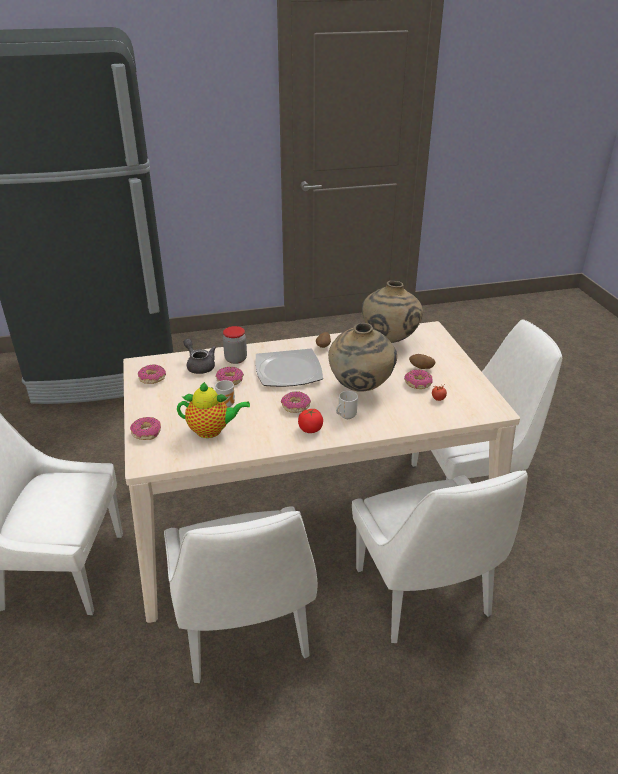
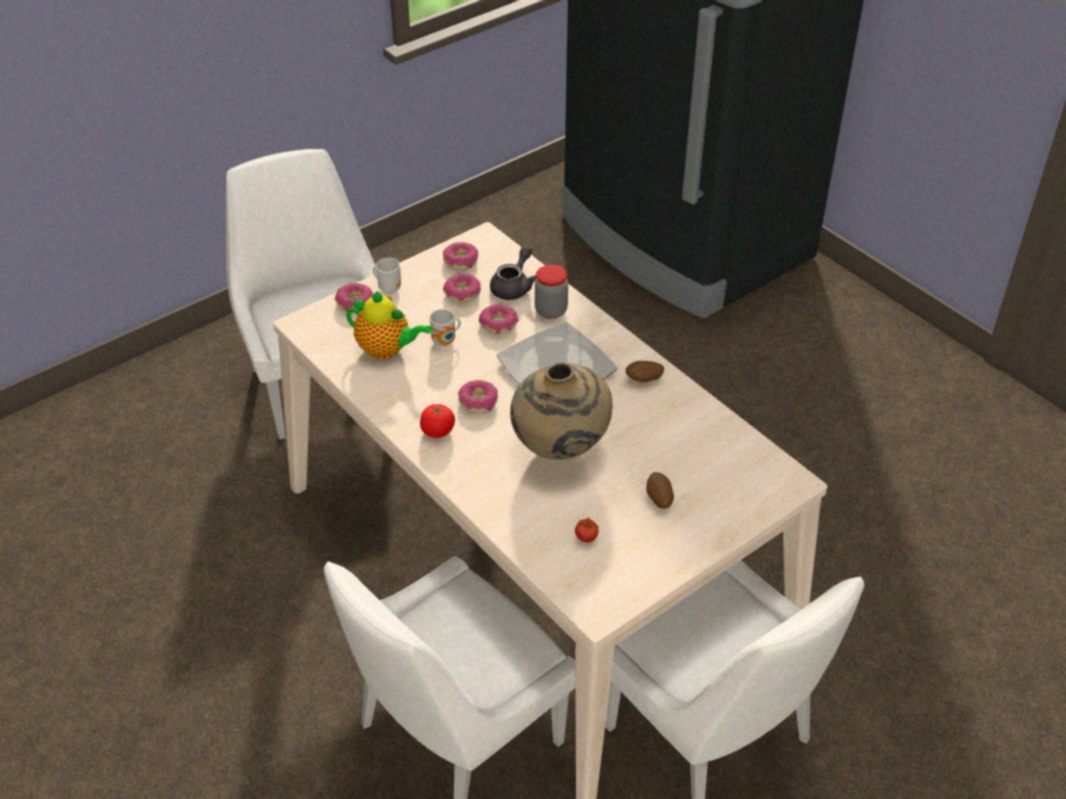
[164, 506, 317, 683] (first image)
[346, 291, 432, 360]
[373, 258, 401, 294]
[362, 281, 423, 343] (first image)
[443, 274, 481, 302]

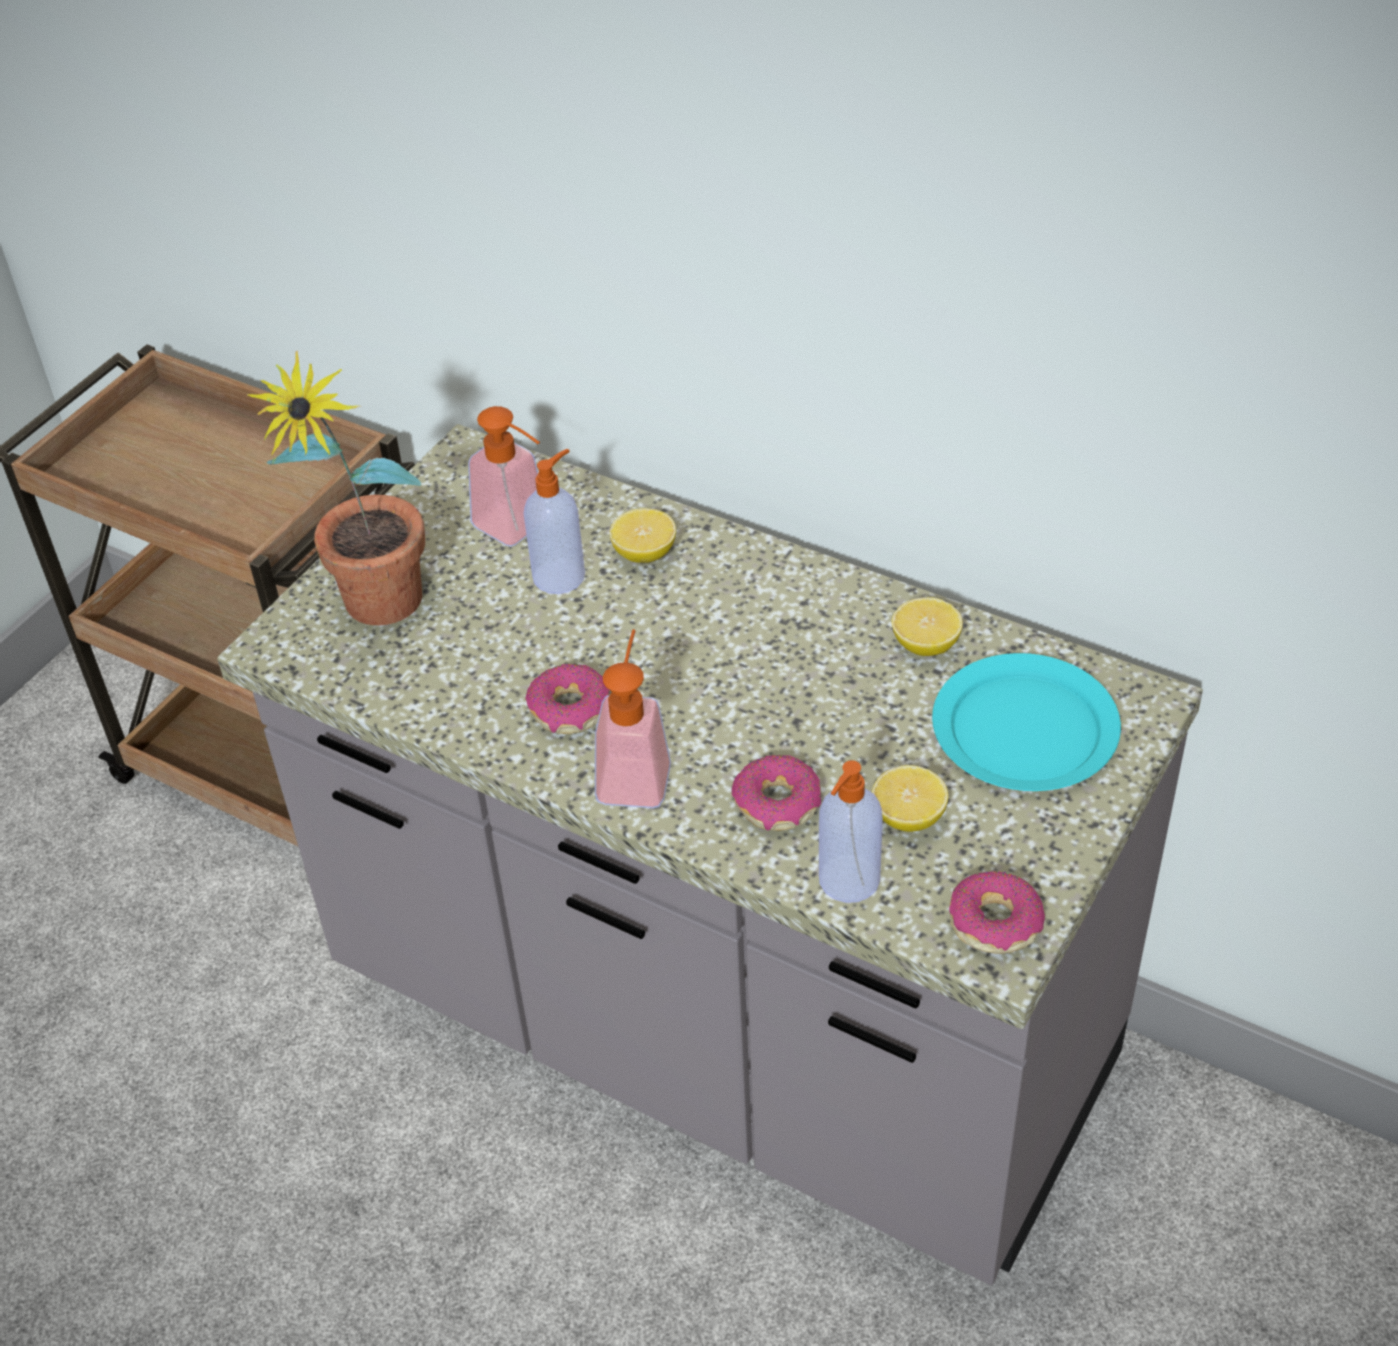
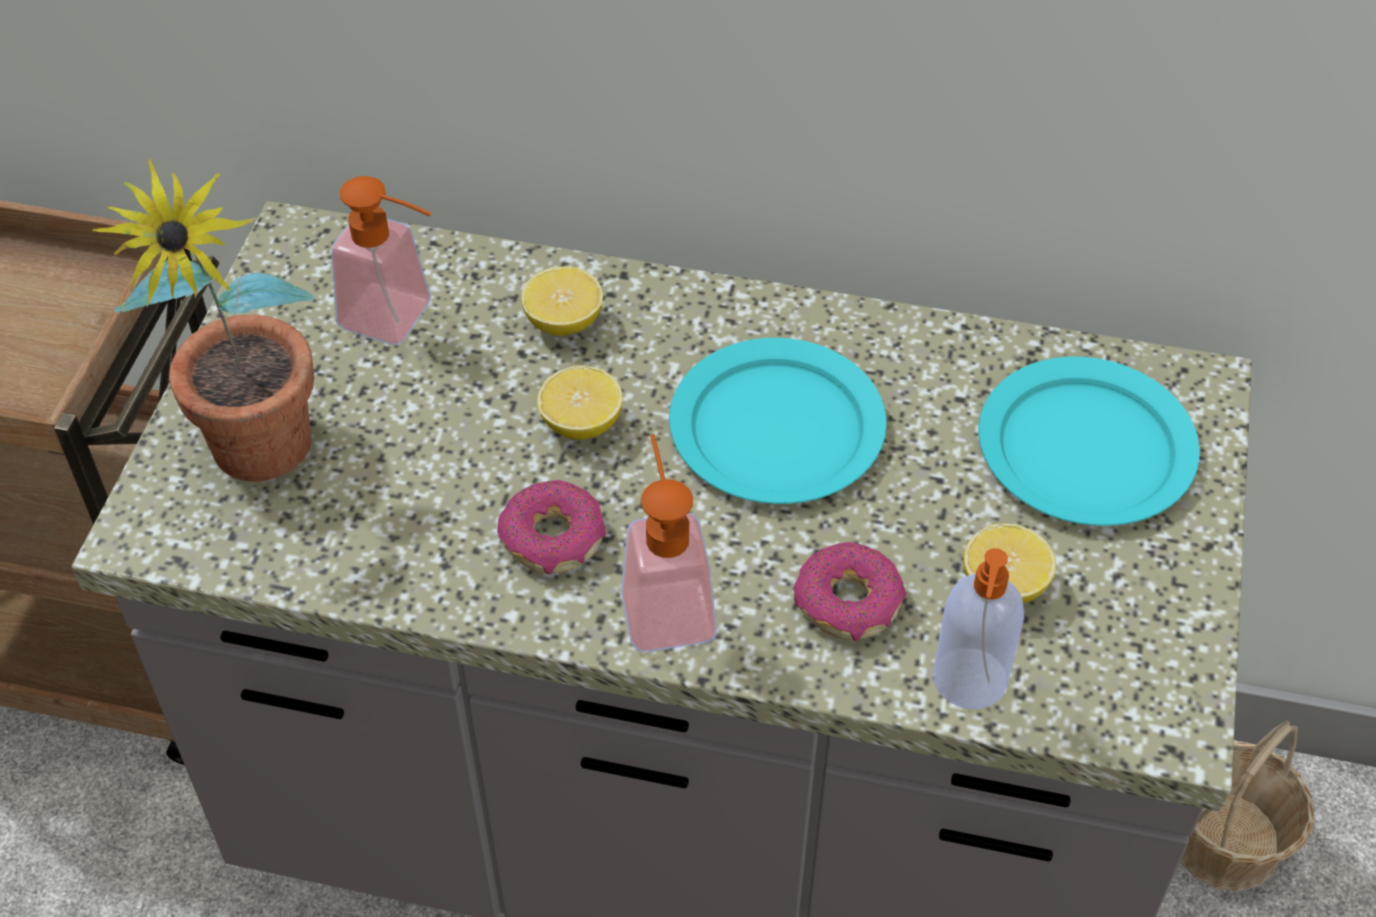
[523, 449, 585, 594] (first image)
[537, 365, 623, 440]
[949, 871, 1045, 954] (first image)
[669, 338, 887, 504]
[1180, 720, 1314, 892]

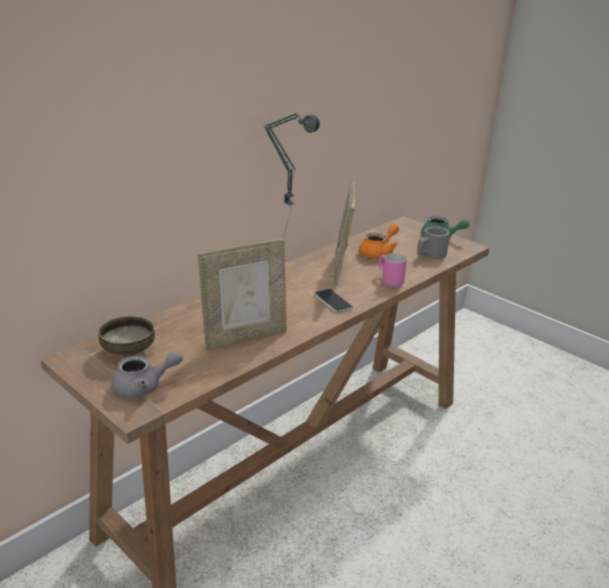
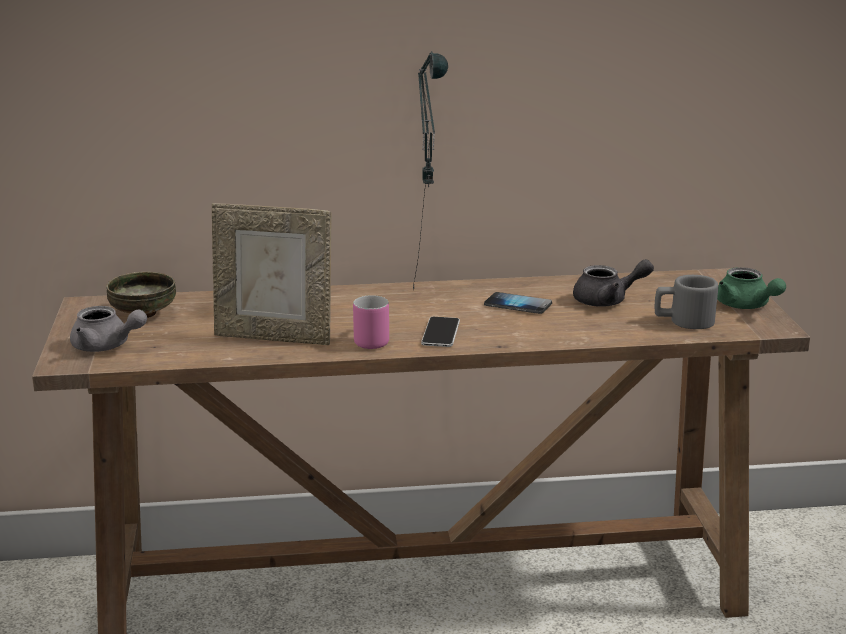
[484, 292, 552, 314]
[573, 259, 654, 307]
[353, 295, 389, 349]

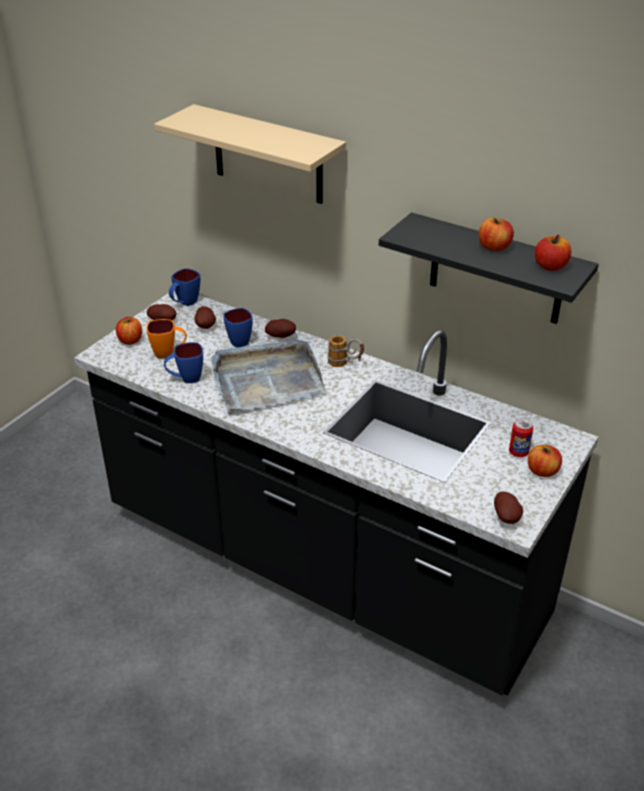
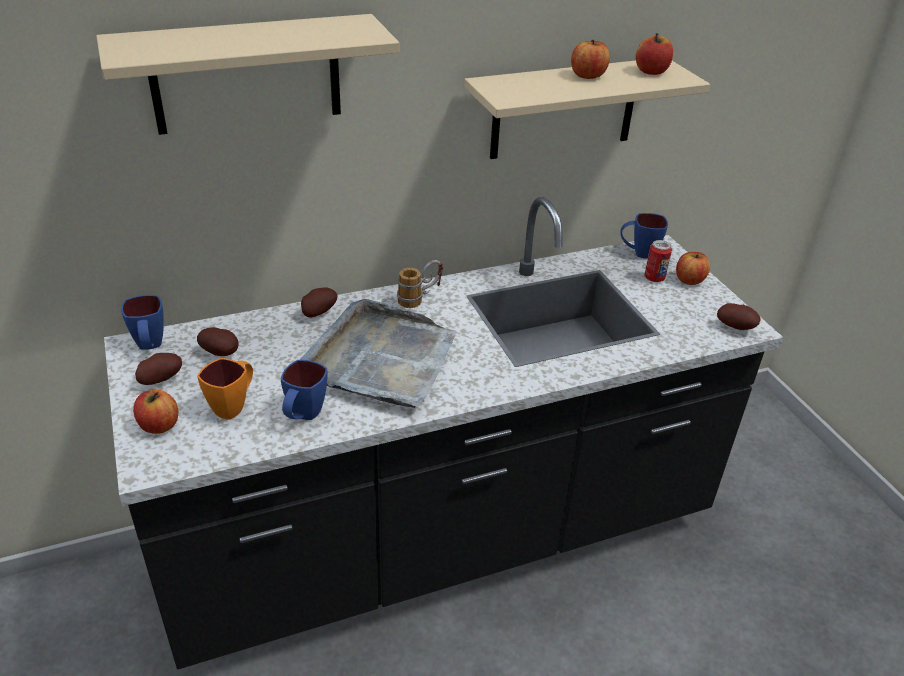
[620, 213, 668, 259]
[464, 61, 710, 159]

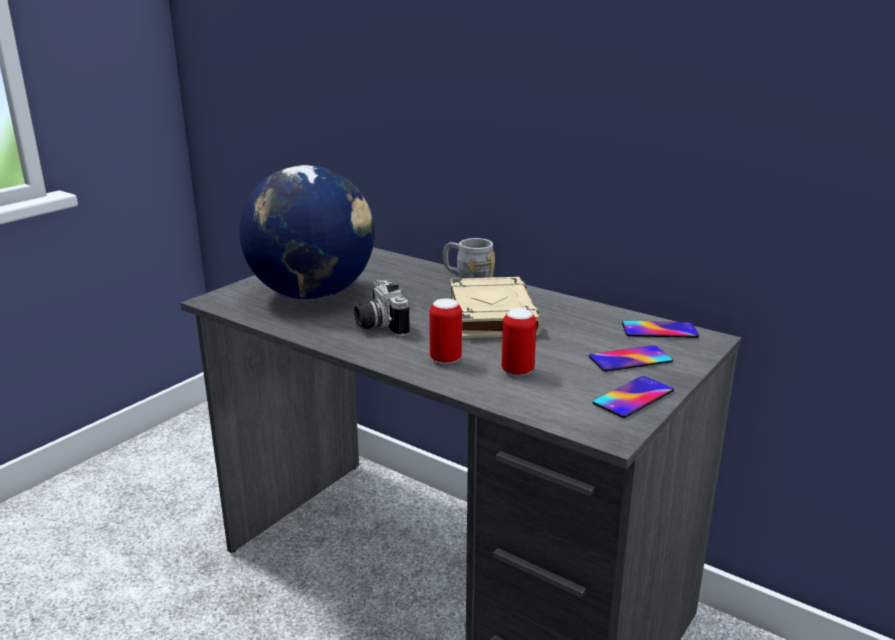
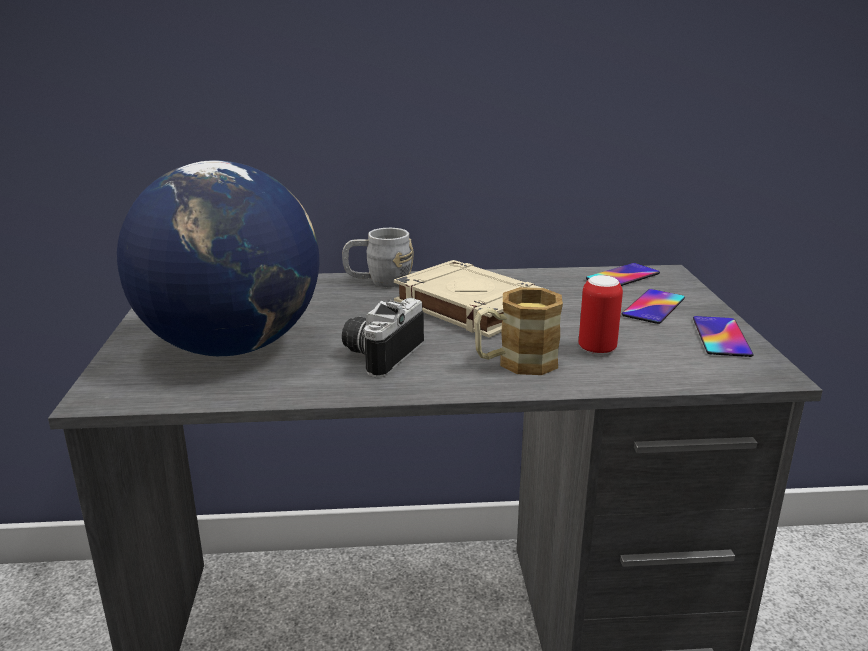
[342, 298, 424, 378]
[474, 287, 563, 375]

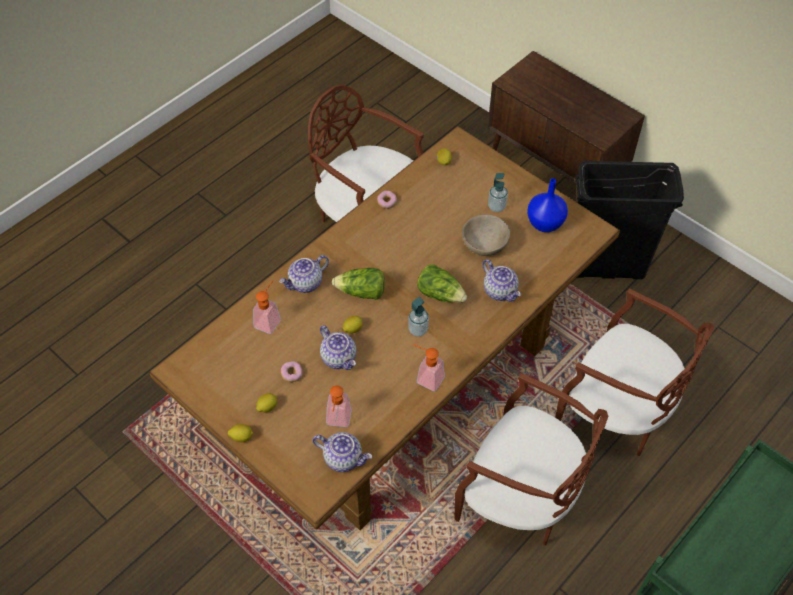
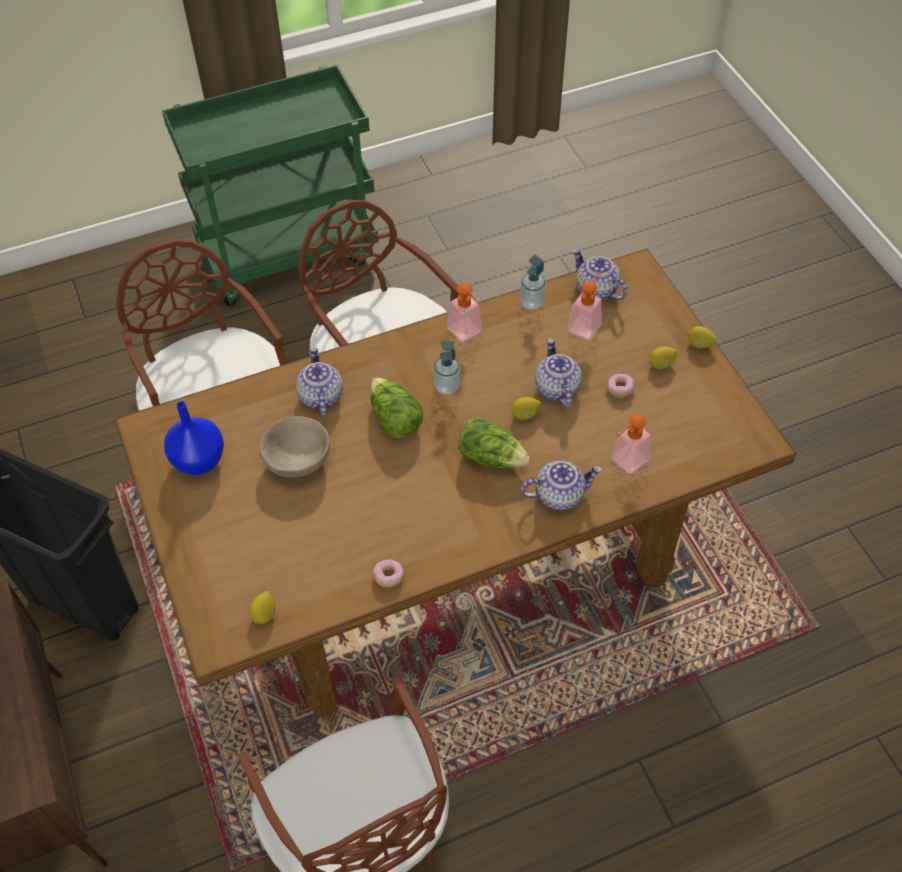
[520, 255, 546, 310]

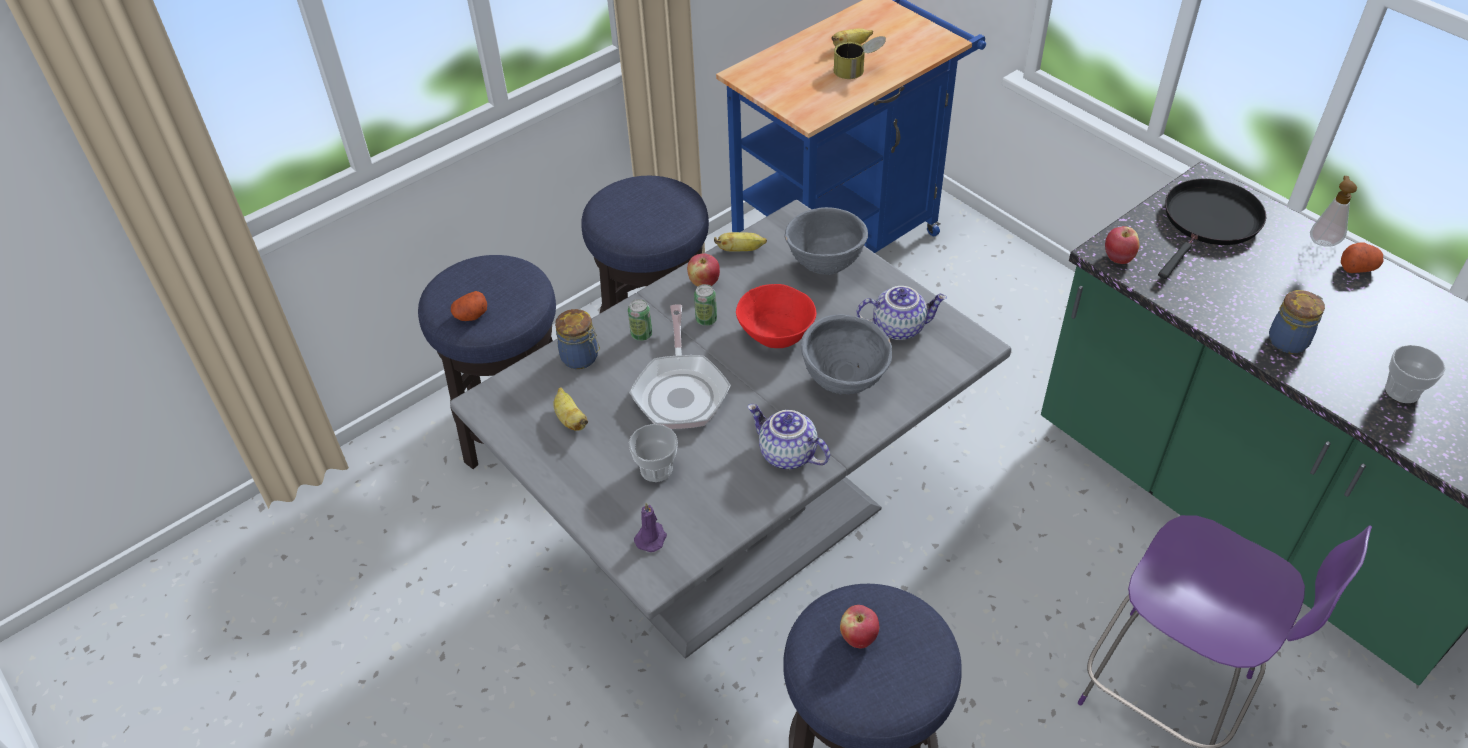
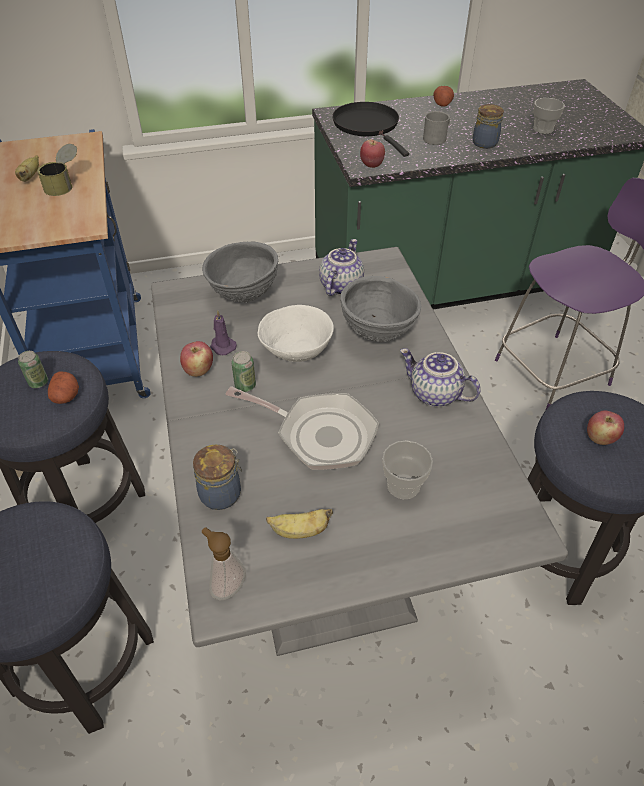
[48, 371, 79, 404]
[18, 351, 48, 388]
[210, 310, 237, 355]
[714, 232, 767, 251] (first image)
[258, 305, 334, 362]
[400, 348, 481, 407]
[202, 527, 246, 600]
[423, 111, 450, 145]

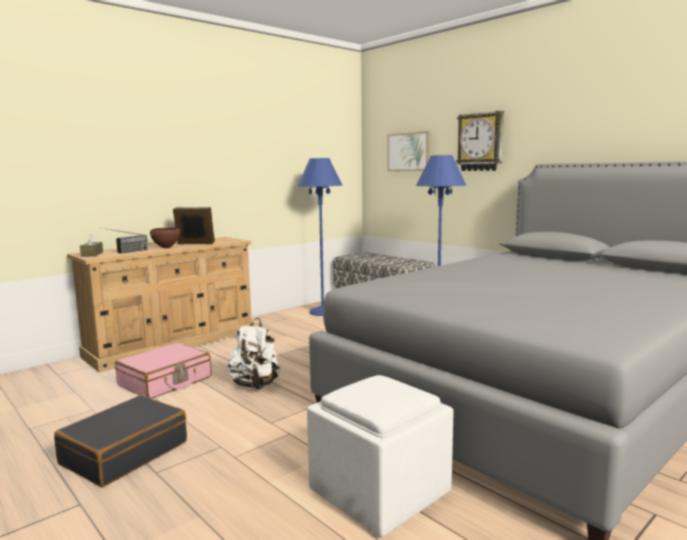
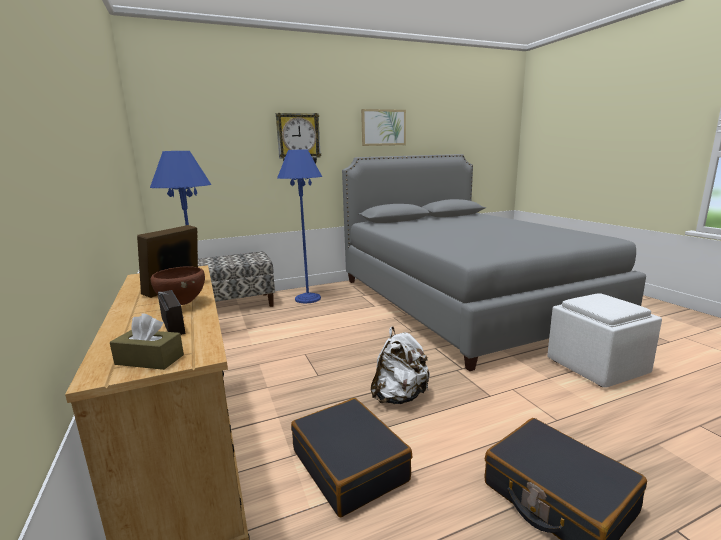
[291, 398, 413, 518]
[361, 109, 406, 146]

